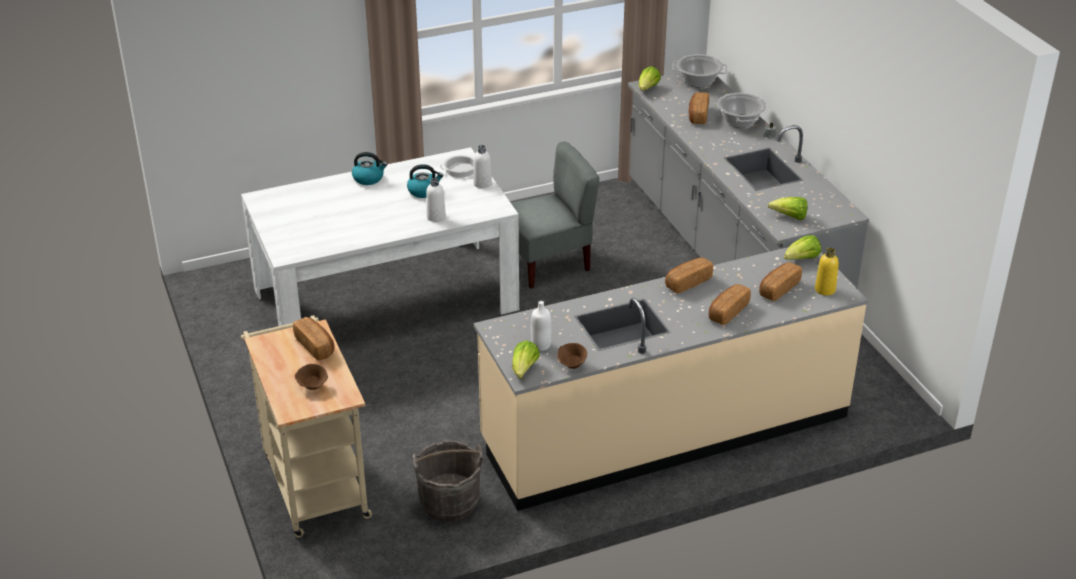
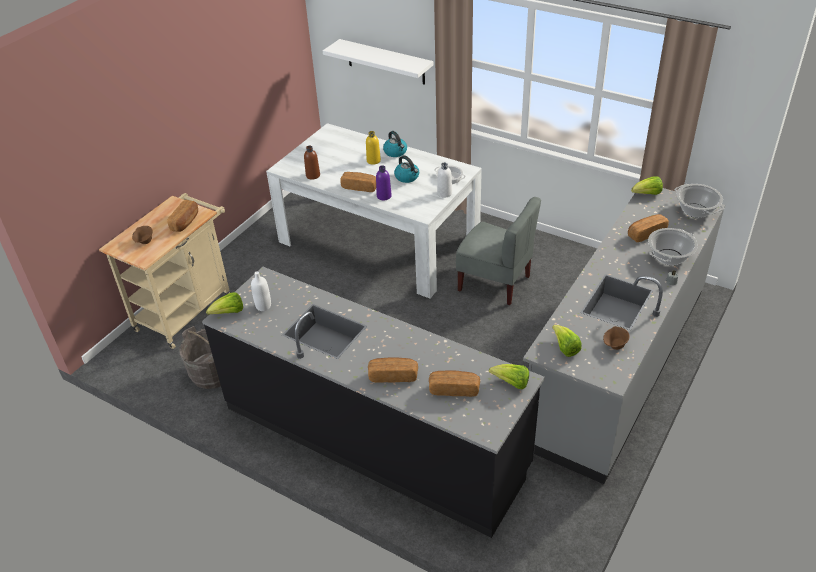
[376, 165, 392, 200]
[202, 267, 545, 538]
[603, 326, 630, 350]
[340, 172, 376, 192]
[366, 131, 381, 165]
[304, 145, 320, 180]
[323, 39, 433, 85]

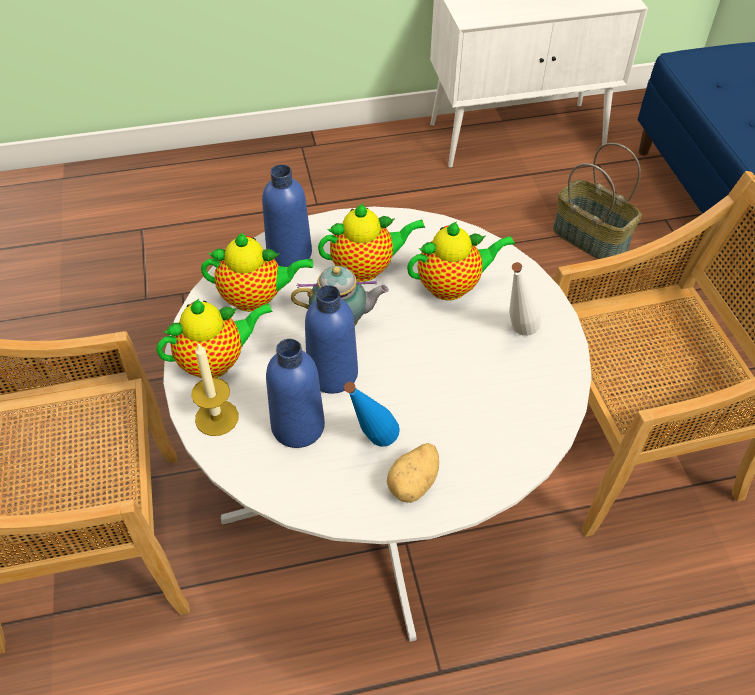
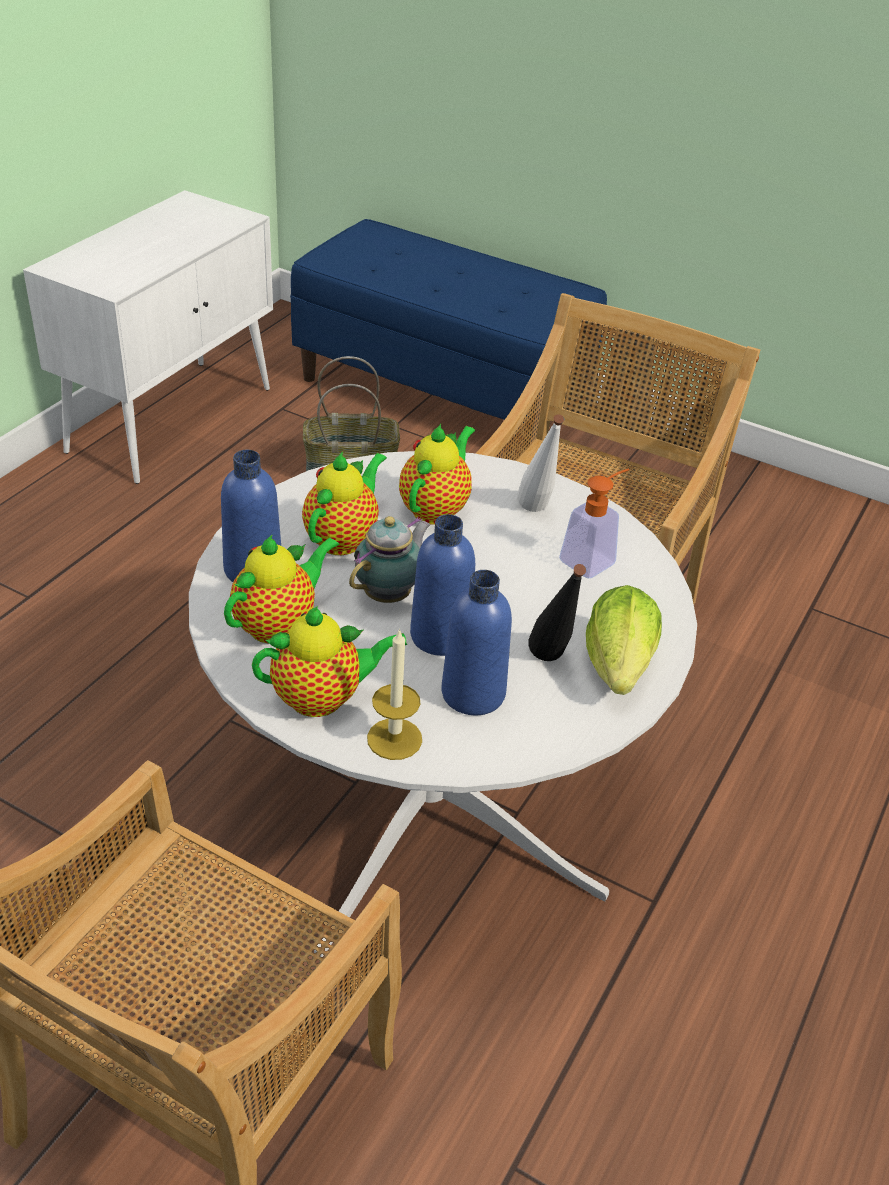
[252, 606, 407, 717]
[528, 564, 586, 661]
[586, 585, 662, 695]
[559, 469, 629, 578]

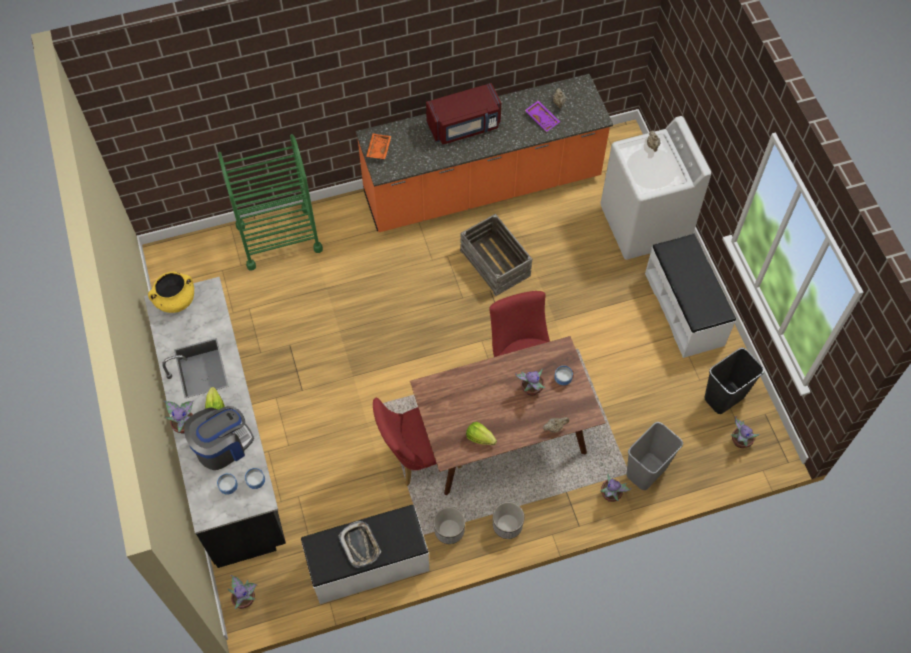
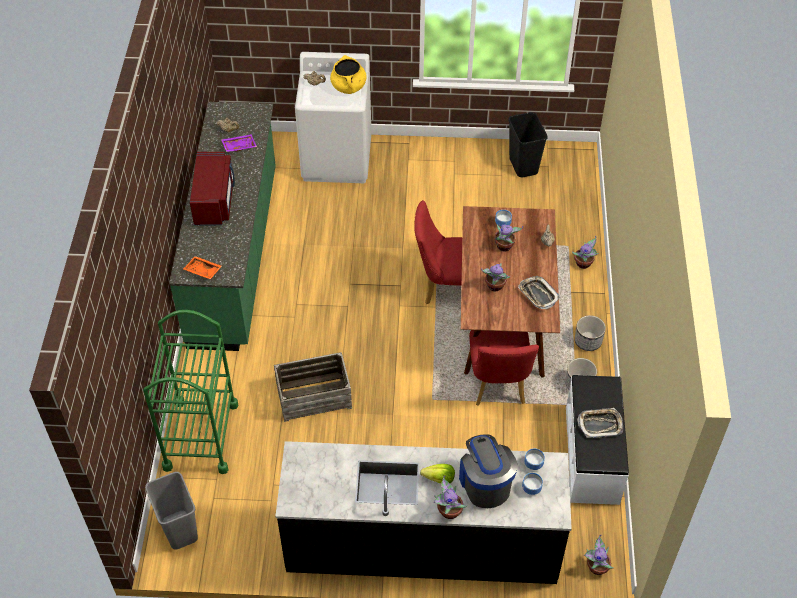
[330, 55, 367, 94]
[170, 102, 276, 351]
[274, 352, 352, 422]
[518, 276, 560, 309]
[145, 472, 198, 550]
[645, 234, 736, 358] (first image)
[481, 263, 510, 291]

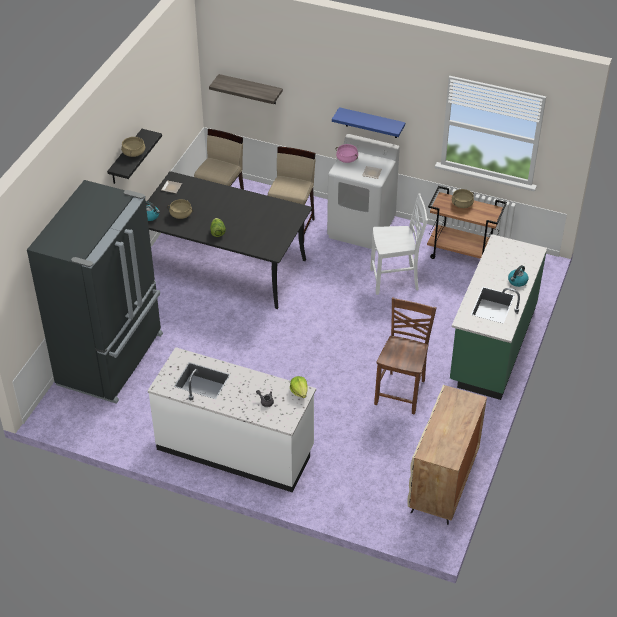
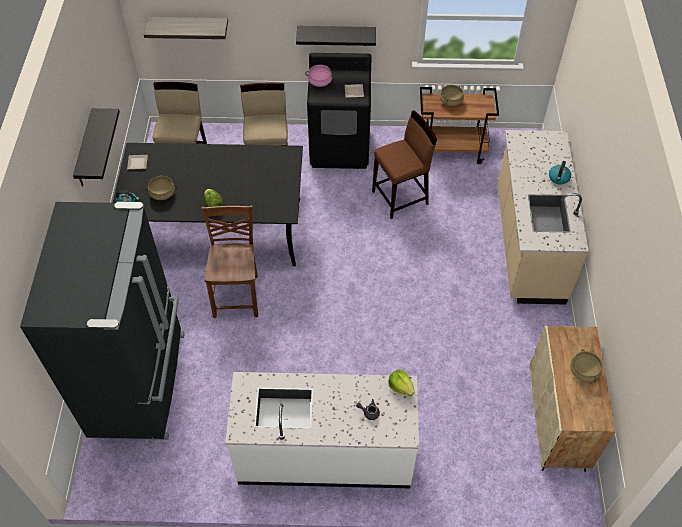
[570, 349, 603, 382]
[307, 53, 371, 169]
[296, 26, 376, 46]
[372, 110, 437, 219]
[202, 205, 258, 318]
[498, 130, 589, 305]

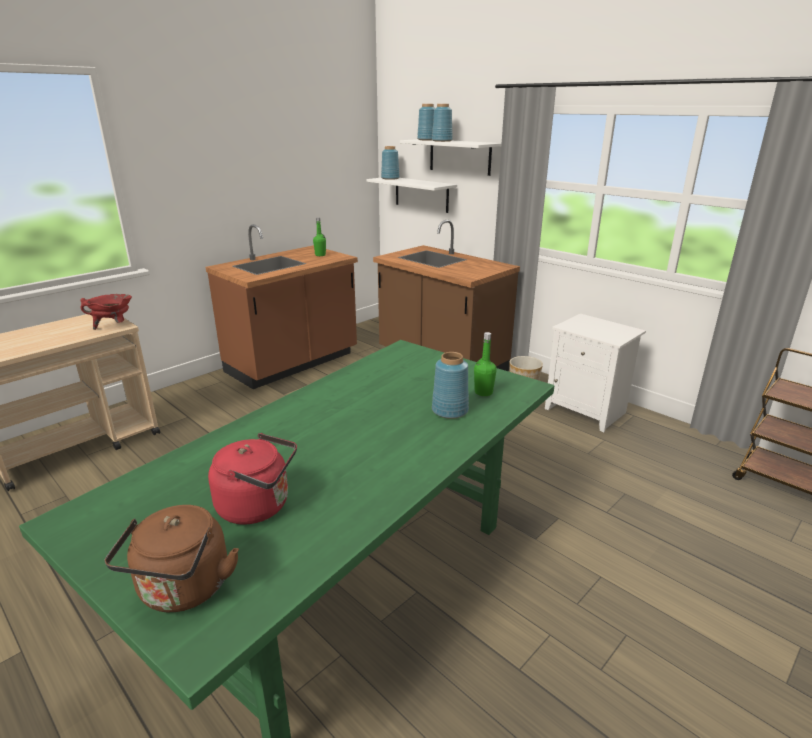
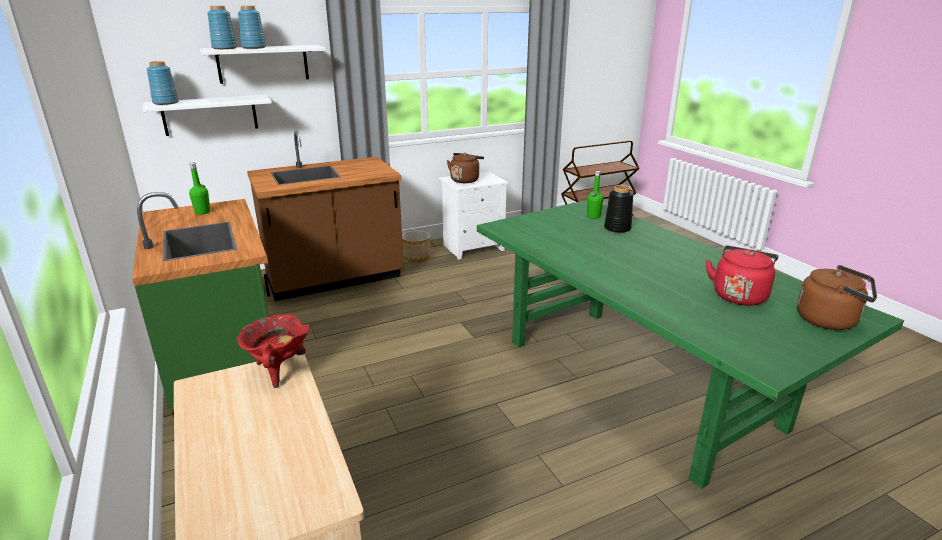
[132, 192, 270, 417]
[604, 185, 633, 233]
[447, 153, 484, 183]

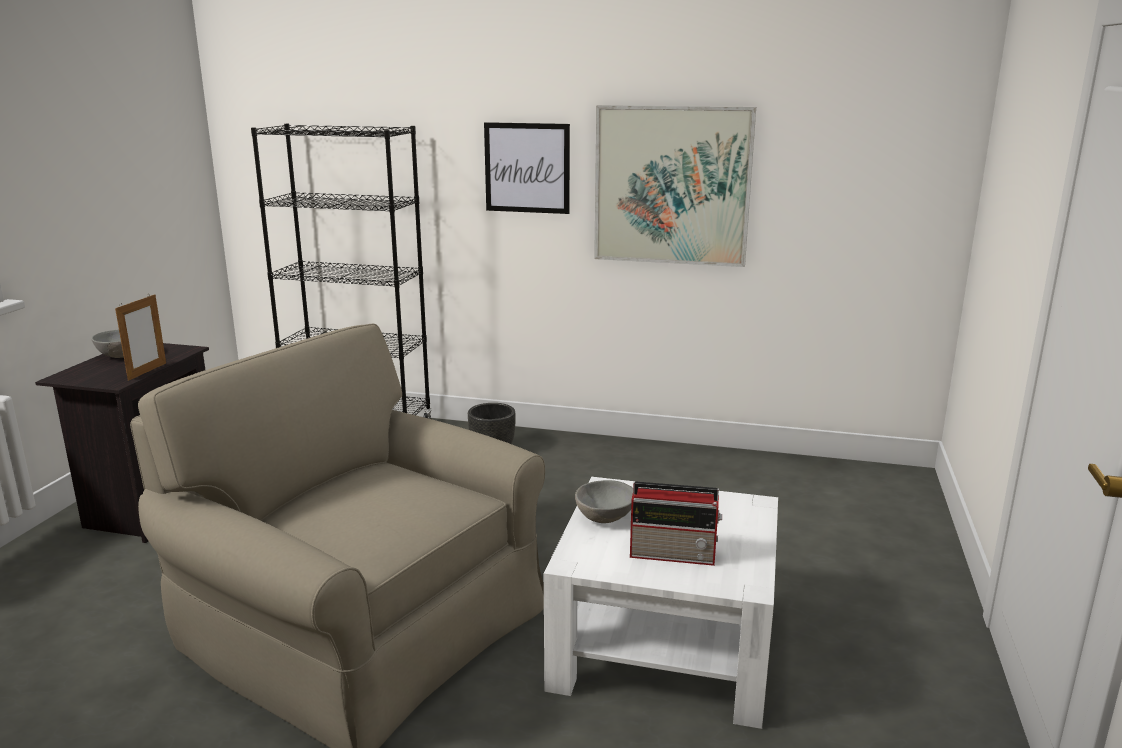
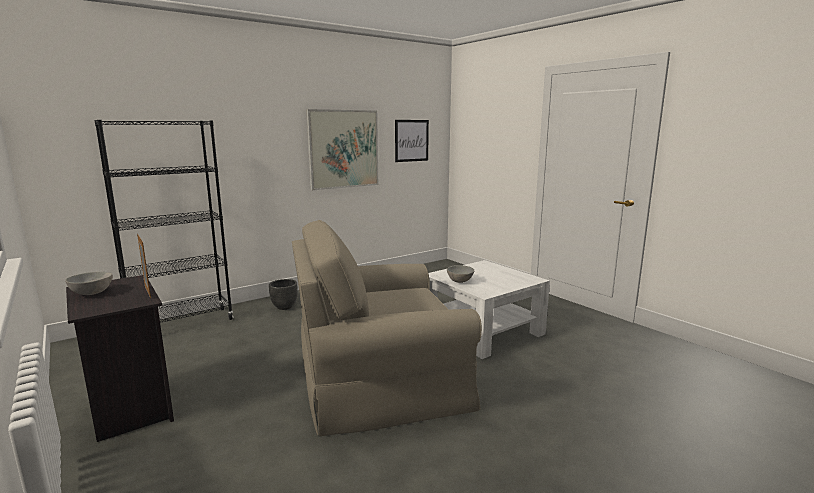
[395, 120, 429, 162]
[630, 481, 722, 566] (first image)

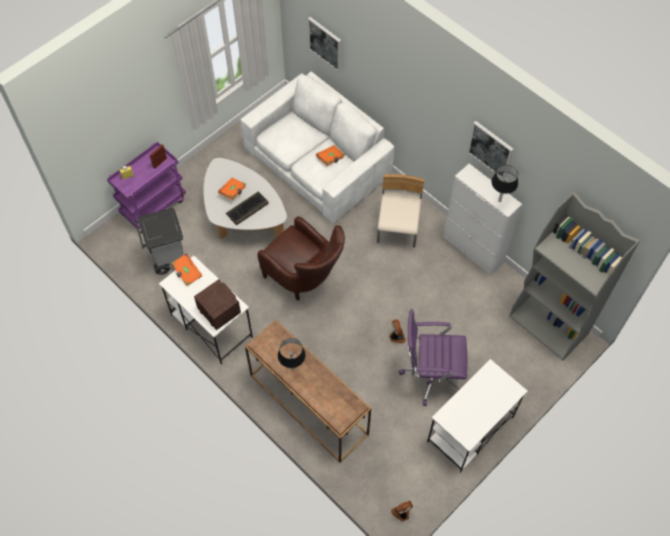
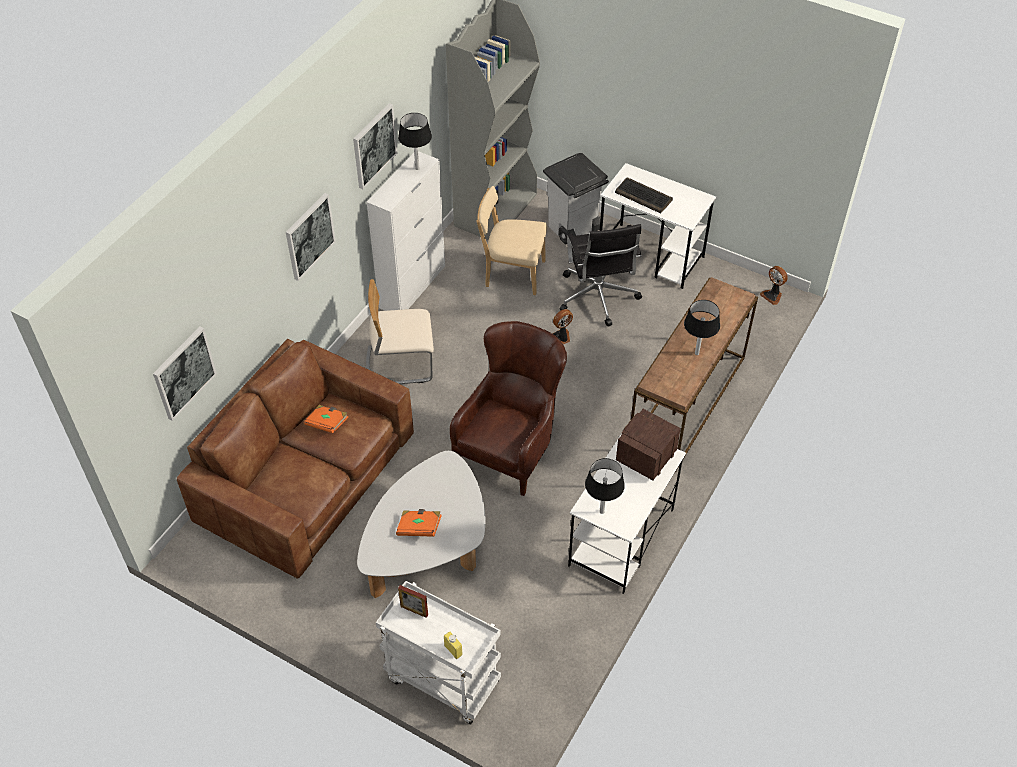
[376, 581, 501, 724]
[543, 153, 609, 244]
[585, 458, 625, 514]
[615, 177, 673, 214]
[177, 339, 414, 579]
[560, 224, 642, 327]
[286, 193, 336, 281]
[476, 186, 547, 295]

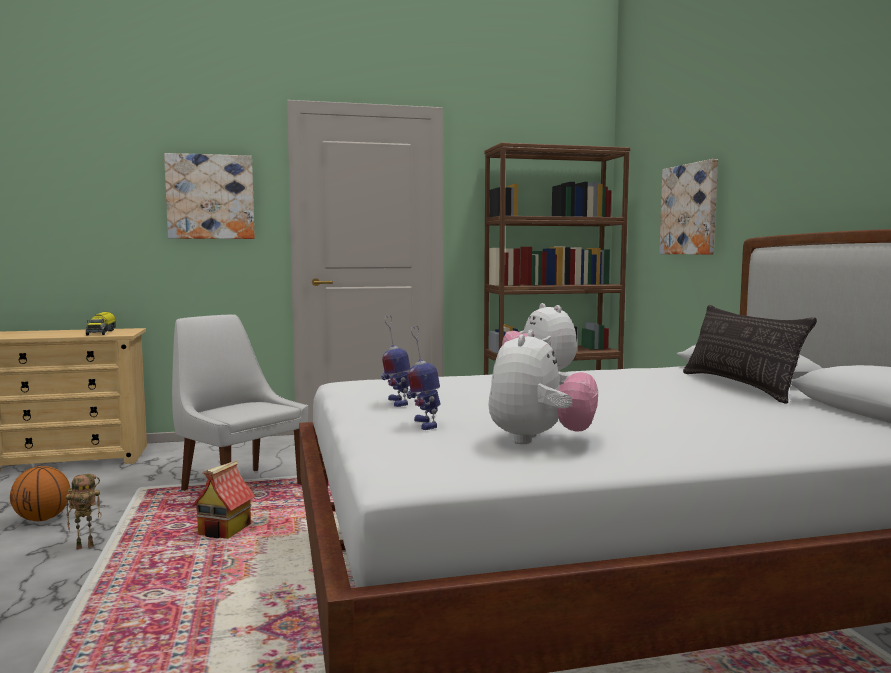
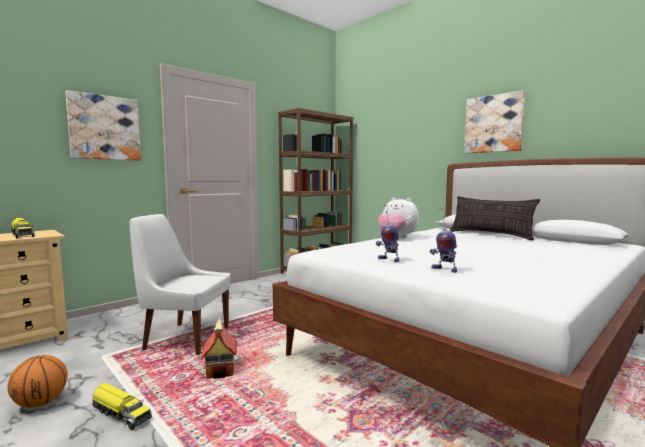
[92, 383, 152, 430]
[488, 330, 598, 444] (first image)
[464, 90, 526, 153]

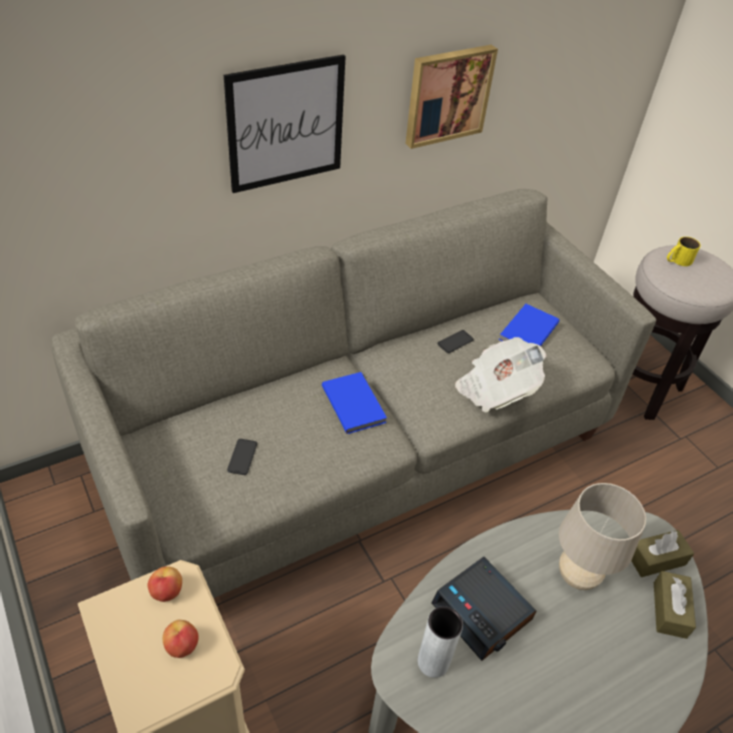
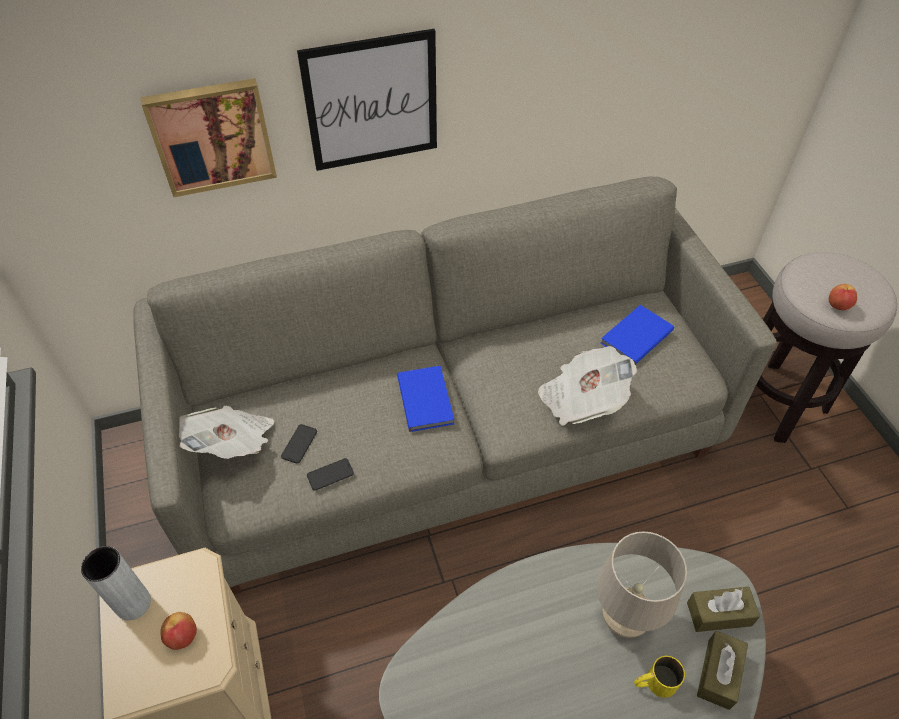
[829, 284, 857, 310]
[141, 78, 277, 197]
[81, 546, 151, 621]
[432, 557, 536, 661] (first image)
[307, 458, 354, 491]
[634, 656, 685, 698]
[179, 406, 275, 459]

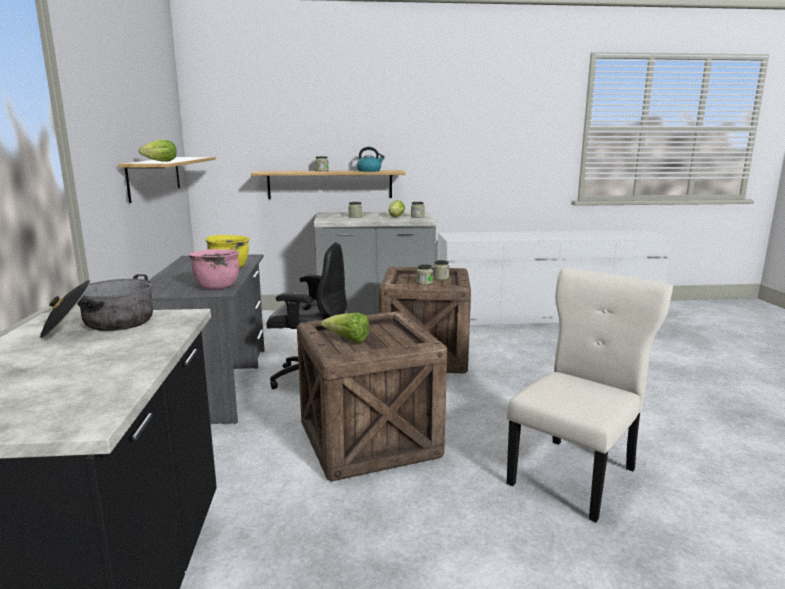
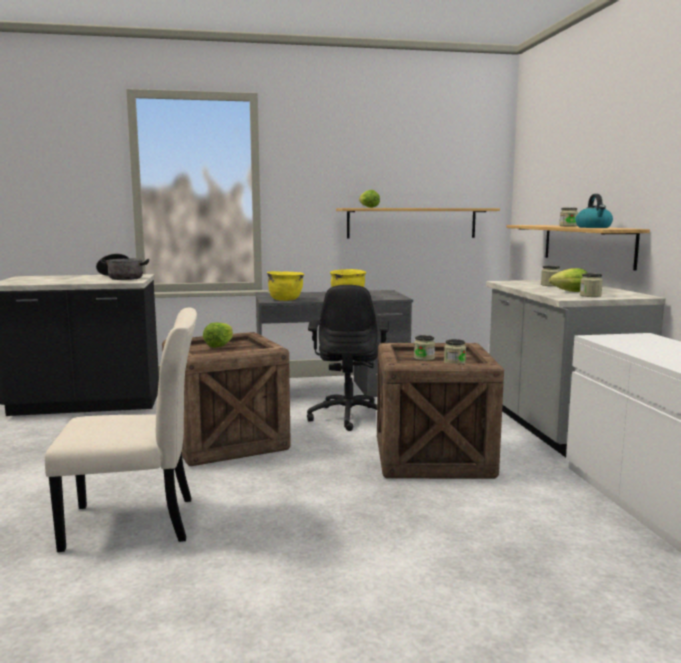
[267, 271, 304, 301]
[45, 308, 197, 552]

